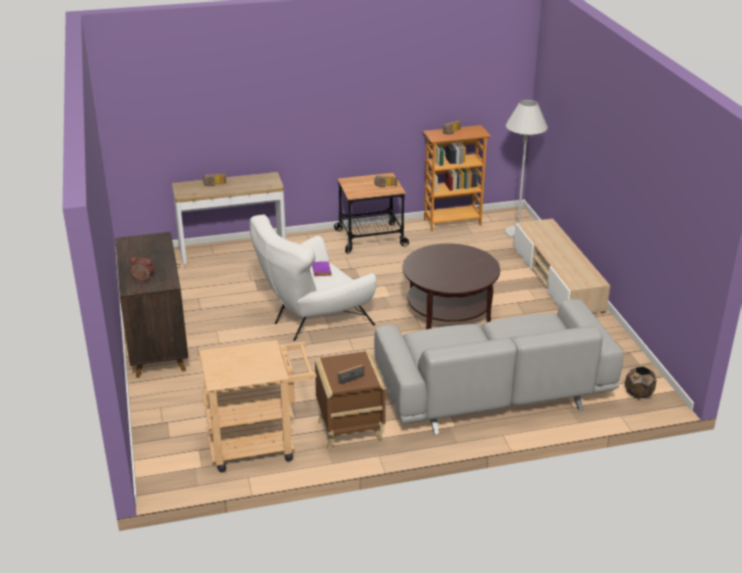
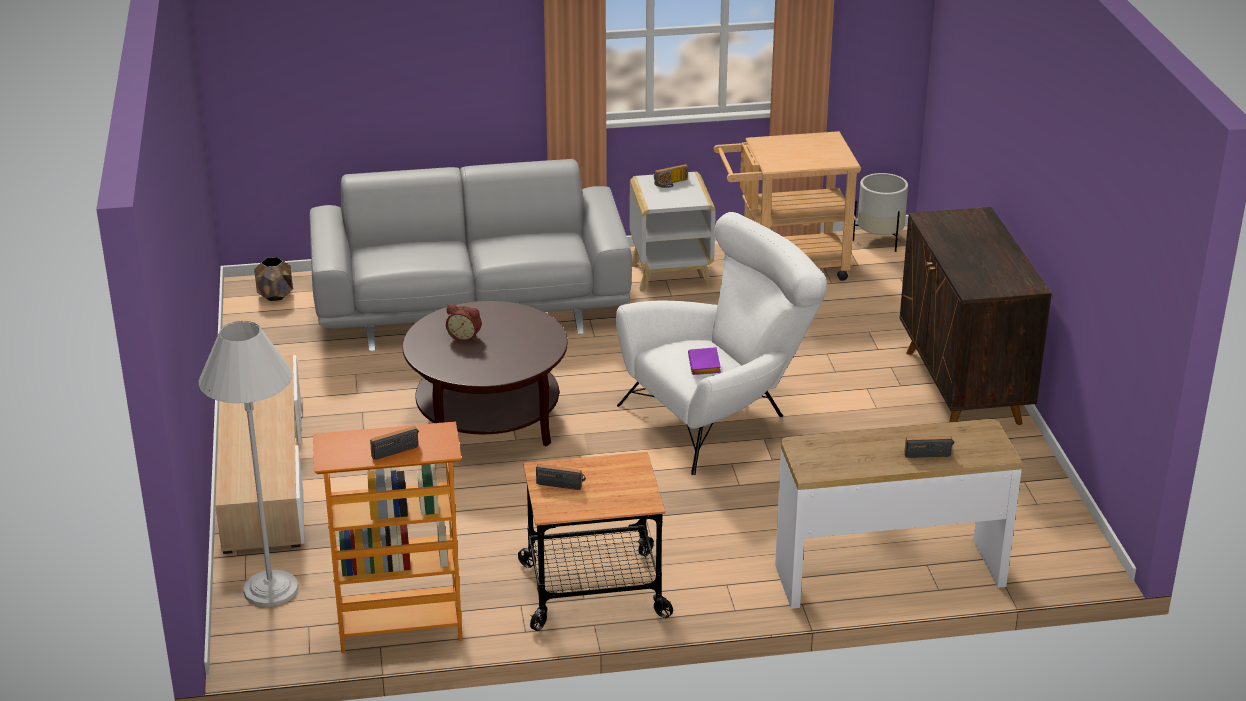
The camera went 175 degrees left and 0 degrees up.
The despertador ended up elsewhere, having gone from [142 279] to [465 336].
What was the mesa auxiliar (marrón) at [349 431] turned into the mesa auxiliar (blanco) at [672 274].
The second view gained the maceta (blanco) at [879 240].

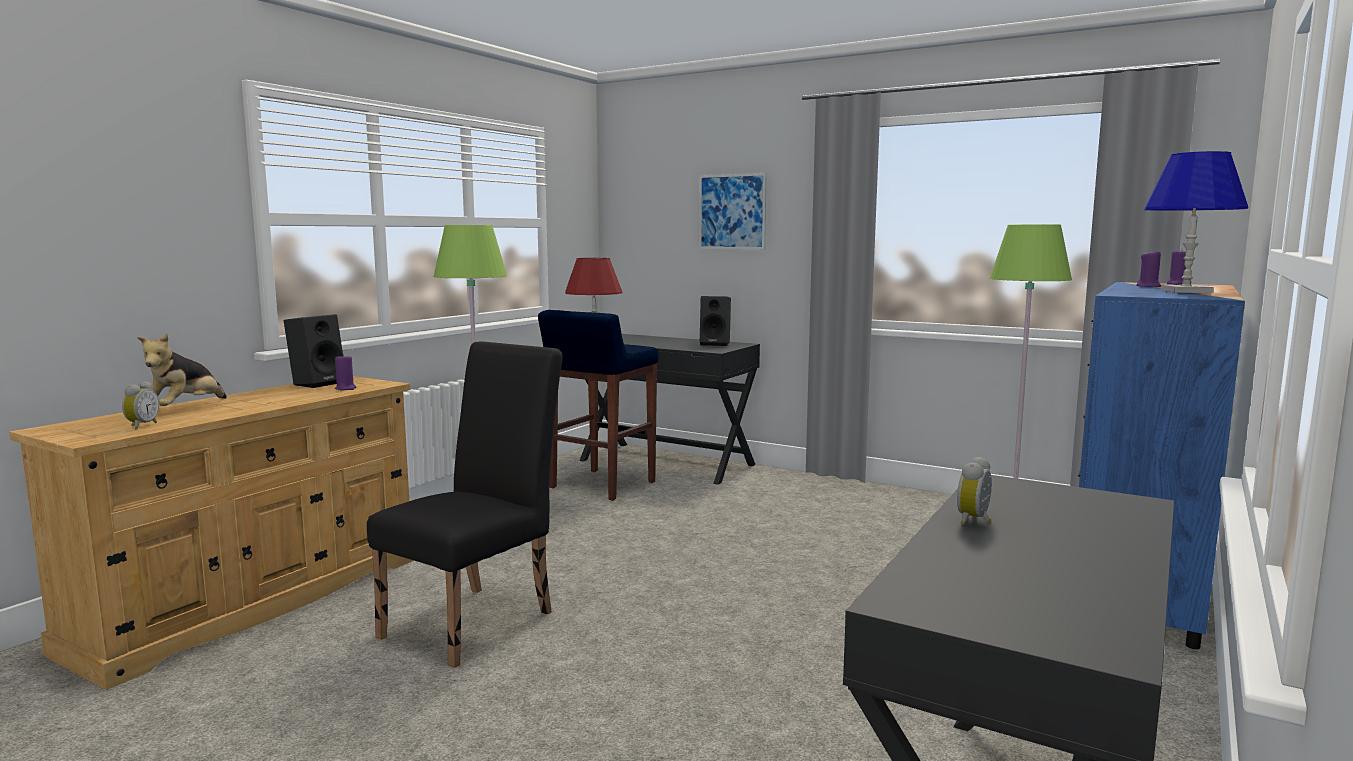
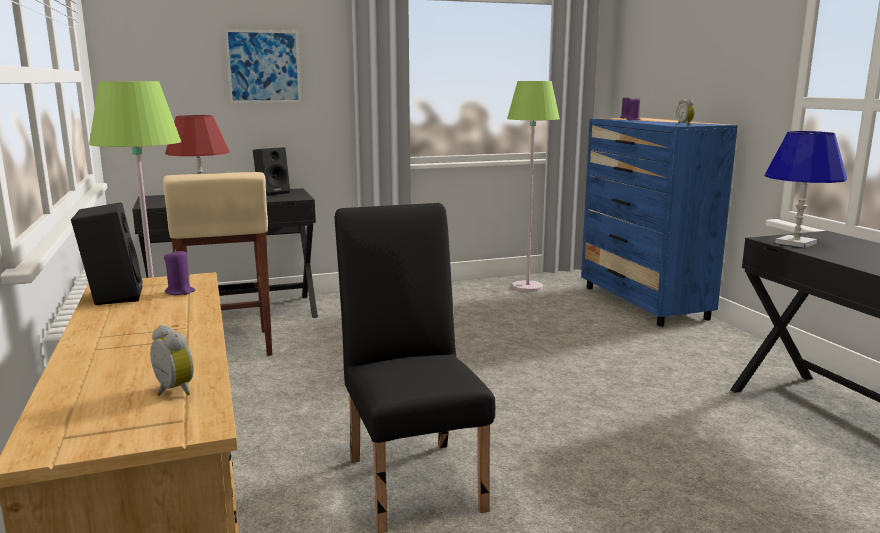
The camera went 50 degrees left and 5 degrees up.
The lámpara de mesa (azul) ended up elsewhere, having gone from [1185 291] to [795 243].
What was the taburete (azul) at [601 485] turned into the taburete (beis) at [228 348].
The second view lost the peluche at [185 408].
The despertador ended up elsewhere, having gone from [976 521] to [685 125].

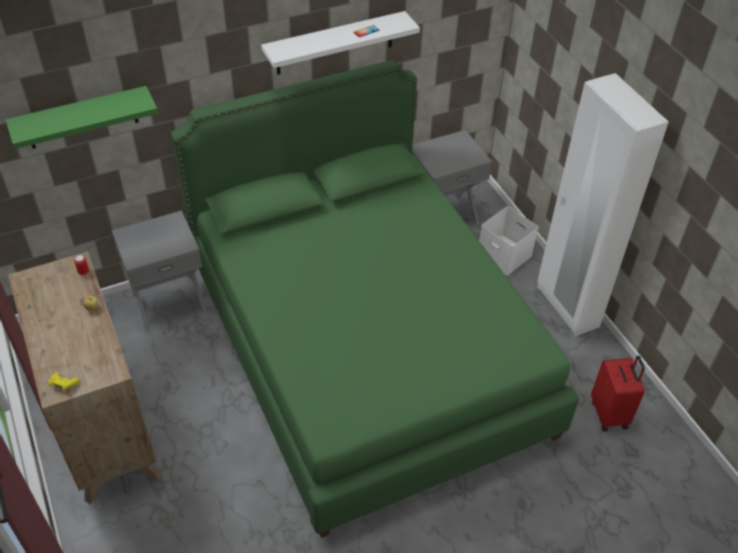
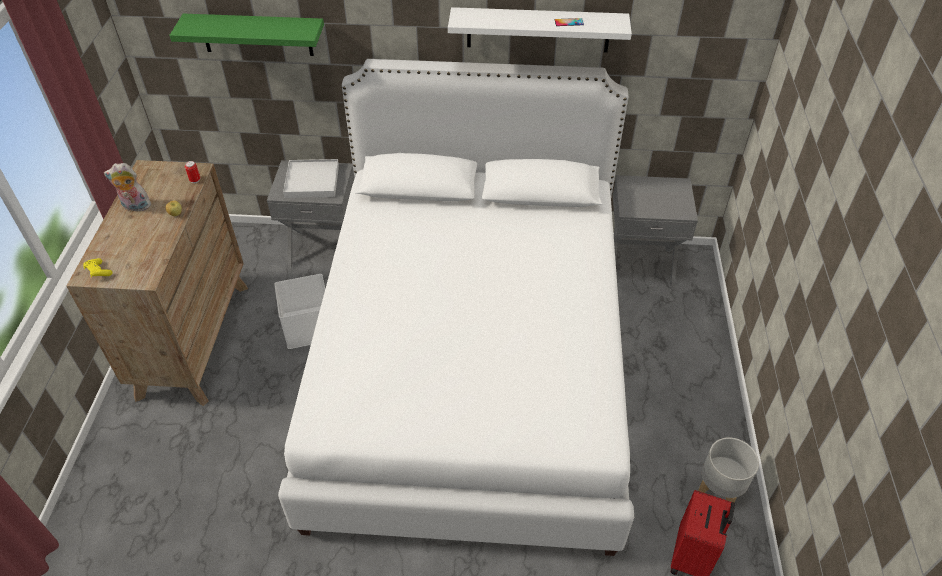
The camera went 30 degrees right and 0 degrees up.
What was the cama (verde) at [366 349] turned into the cama (blanco) at [470 368].
The second view lost the armario ropero (blanco) at [566 307].
The caja de almacenaje (blanco) ended up elsewhere, having gone from [505 254] to [309 327].
The second view gained the bandeja (blanco) at [312 181].
The second view gained the peluche at [135 207].
The second view gained the maceta (gris) at [718 490].

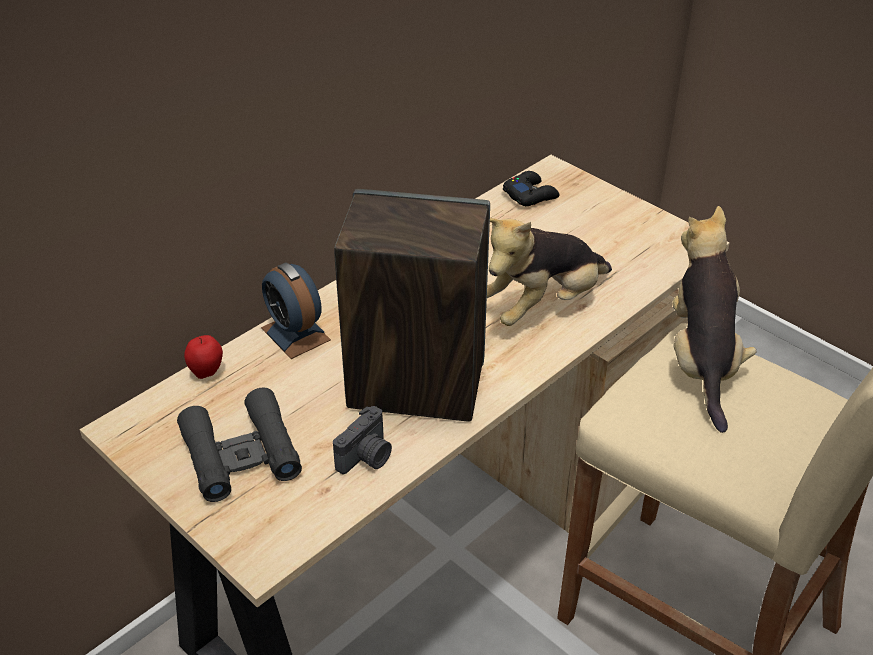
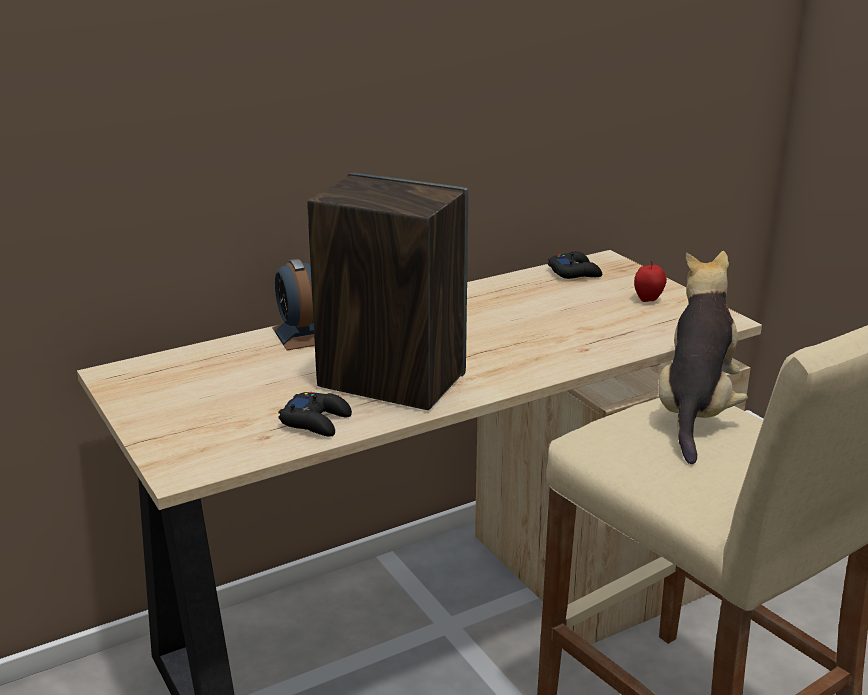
The camera went 15 degrees right and 15 degrees down.
The second view lost the peluche at [543 305].
The manzana ended up elsewhere, having gone from [207 372] to [648 299].
The second view lost the prismáticos (negro) at [241 454].
Where the cámara stood at [367 457], the mando de consola (negro) came to stand at [316 421].

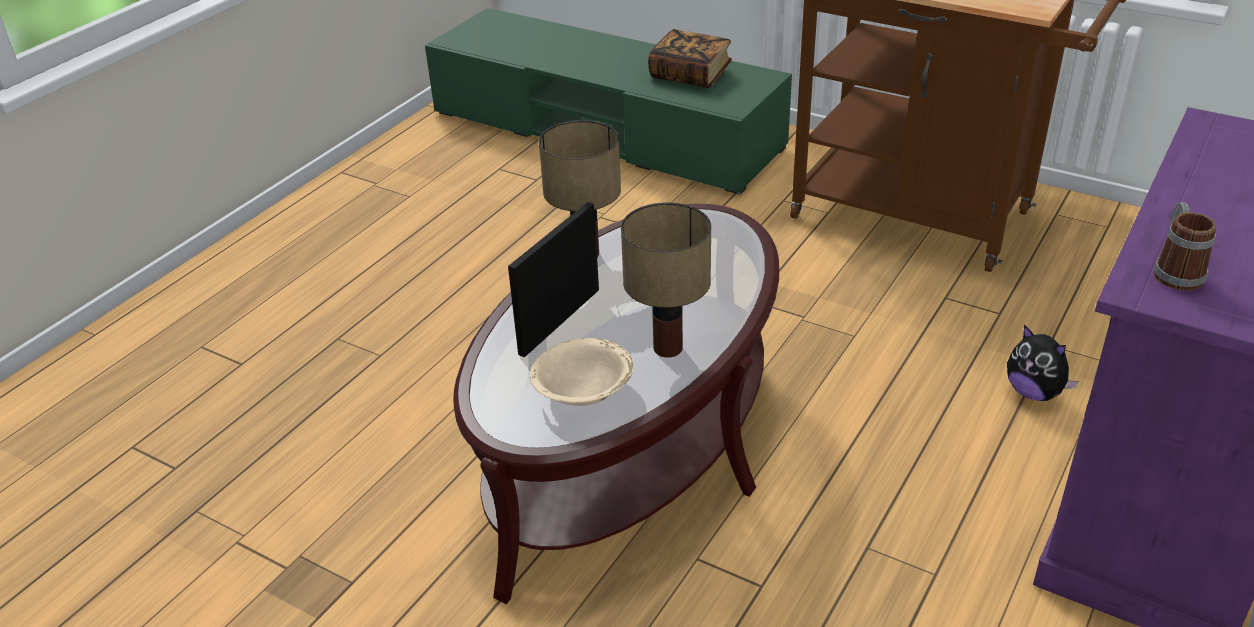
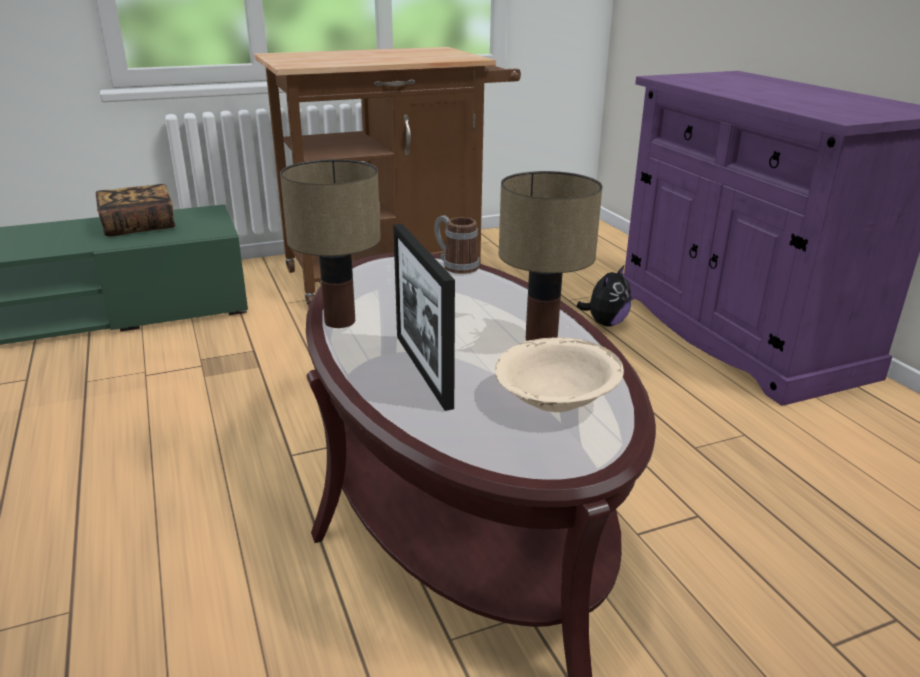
The camera went 55 degrees left and 10 degrees down.
The taza grande ended up elsewhere, having gone from [1175 271] to [455 266].
The peluche at [1034 392] ended up facing another way, 45 degrees counterclockwise from before.

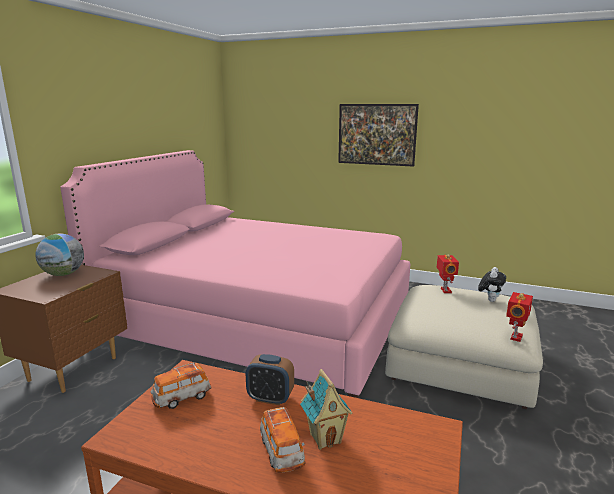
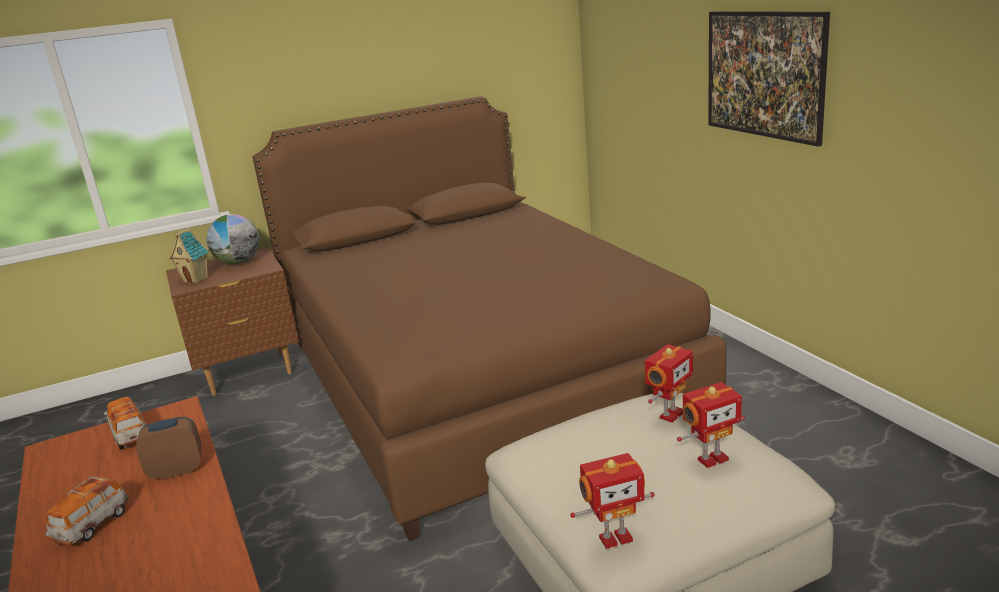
The camera went 45 degrees right and 5 degrees up.
What was the cama (rosa) at [258 323] turned into the cama (marrón) at [476 379].
Where the peluche stood at [490 300], the robot de juguete came to stand at [711 459].
The despertador at [270 398] ended up facing another way, 105 degrees clockwise from before.
The coche de juguete at [182 398] ended up facing another way, 45 degrees clockwise from before.
The casita ended up elsewhere, having gone from [325 438] to [196 279].

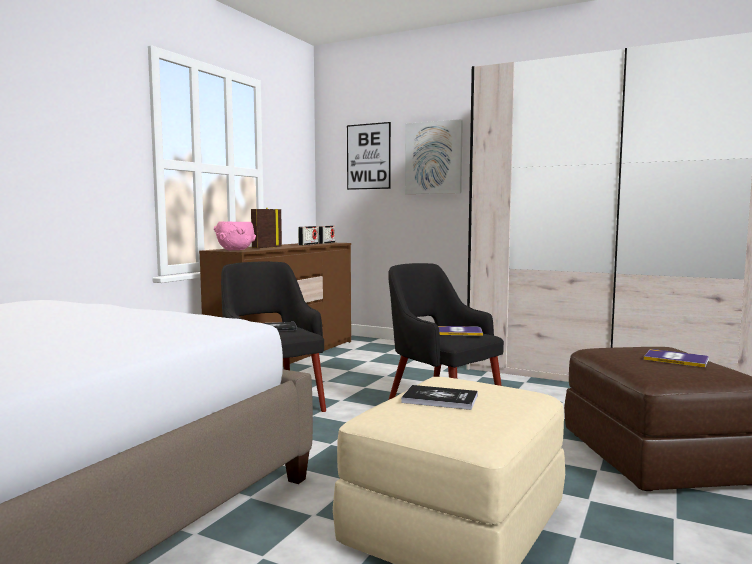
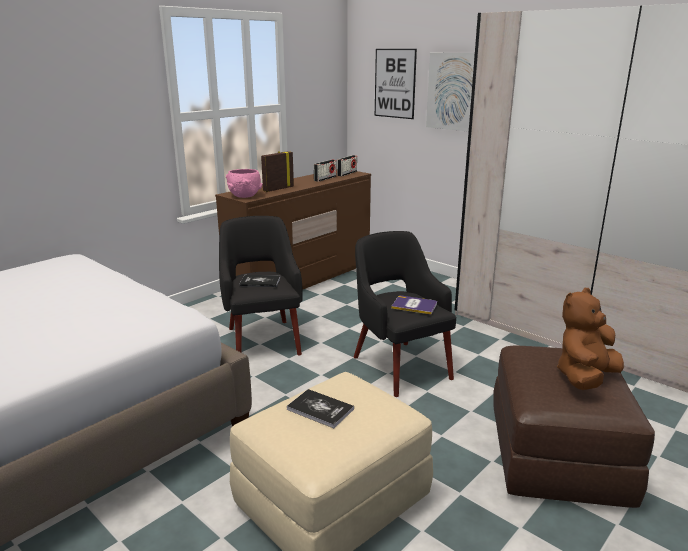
The camera went 15 degrees right and 15 degrees up.
Where the libro stood at [676 359], the peluche (marrón) came to stand at [585 378].

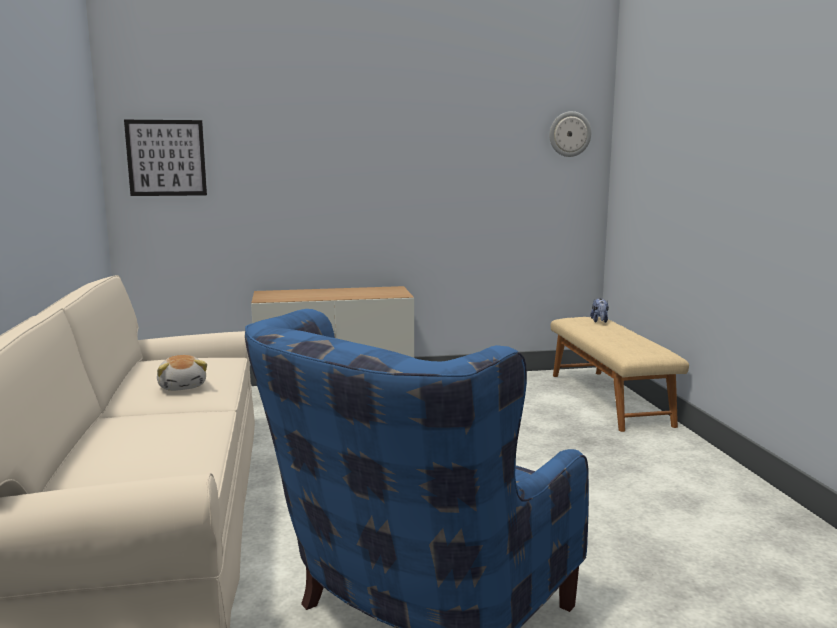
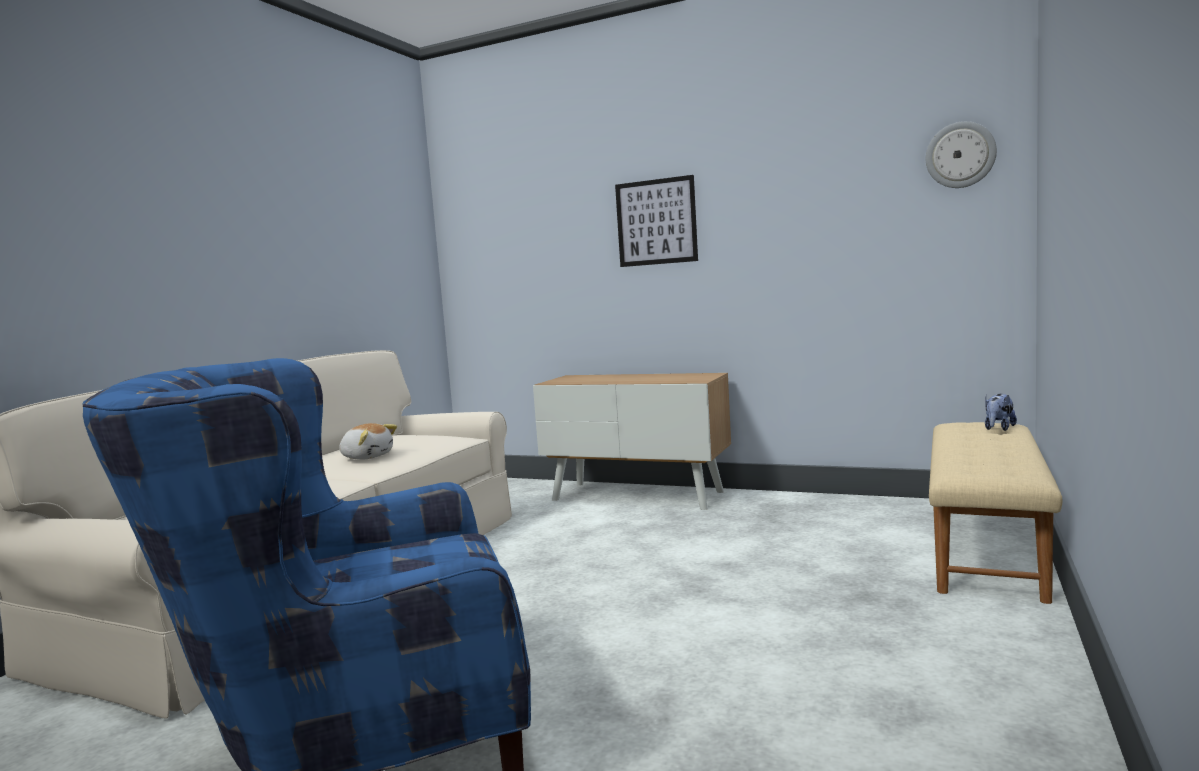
The camera went 35 degrees right and 5 degrees down.
The cuadro ended up elsewhere, having gone from [166 158] to [656 222].
The peluche at [183 386] ended up facing another way, 75 degrees counterclockwise from before.

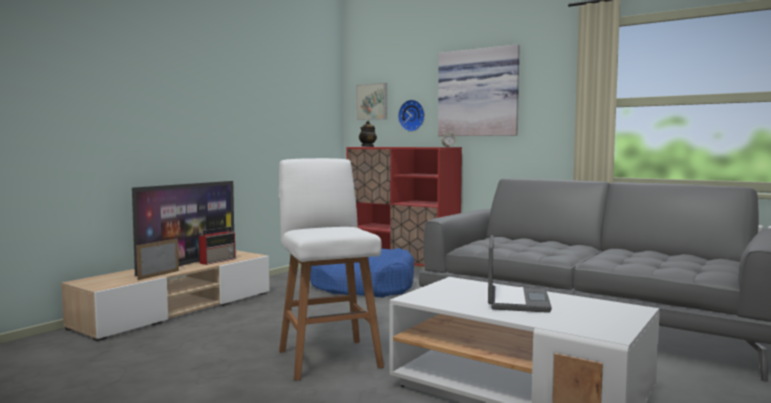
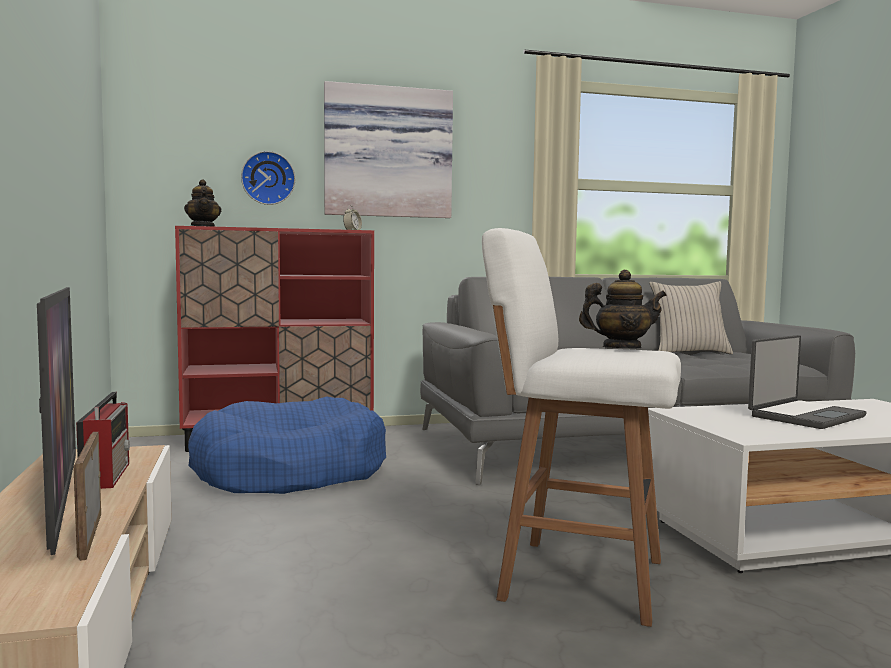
The camera went 50 degrees left and 0 degrees up.
The second view lost the cuadro at [372 102].
The portátil at [516 300] ended up facing another way, 90 degrees clockwise from before.
The second view gained the tetera at [621 348].
The second view gained the cojín (beis) at [689 353].

